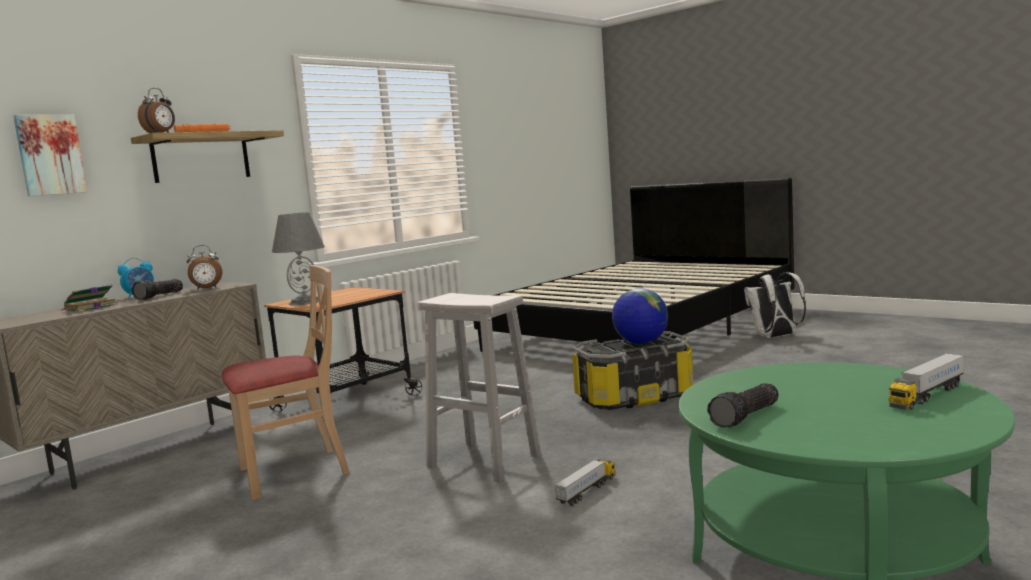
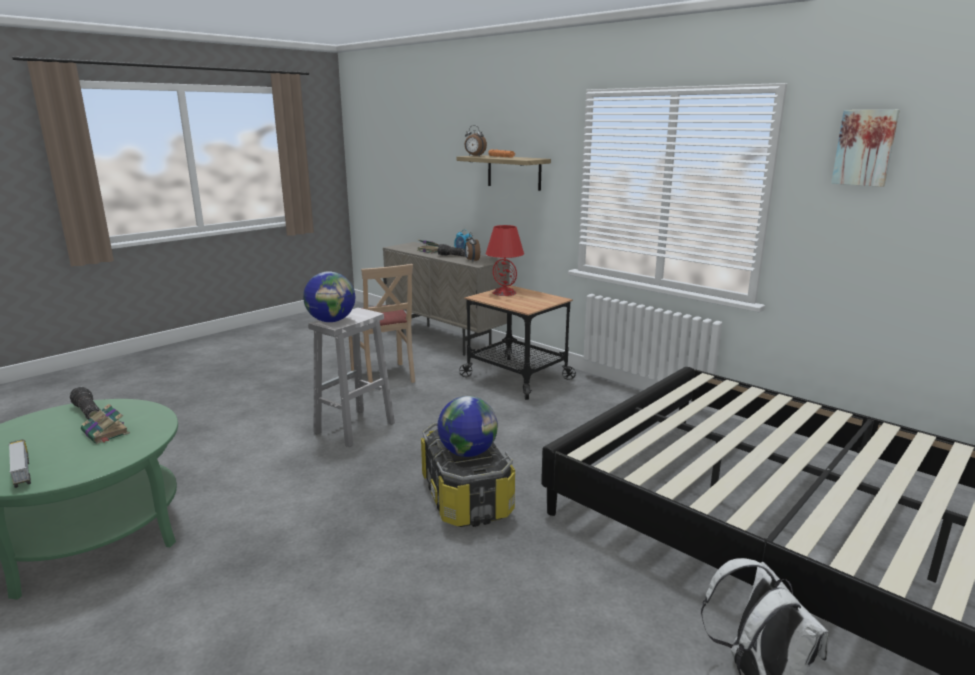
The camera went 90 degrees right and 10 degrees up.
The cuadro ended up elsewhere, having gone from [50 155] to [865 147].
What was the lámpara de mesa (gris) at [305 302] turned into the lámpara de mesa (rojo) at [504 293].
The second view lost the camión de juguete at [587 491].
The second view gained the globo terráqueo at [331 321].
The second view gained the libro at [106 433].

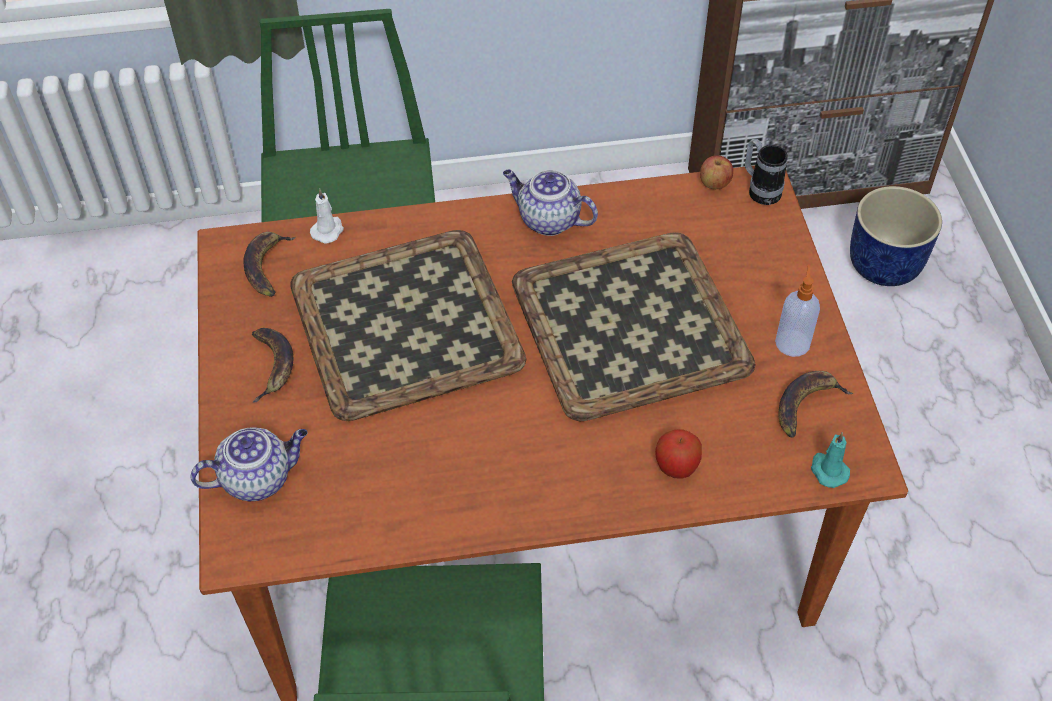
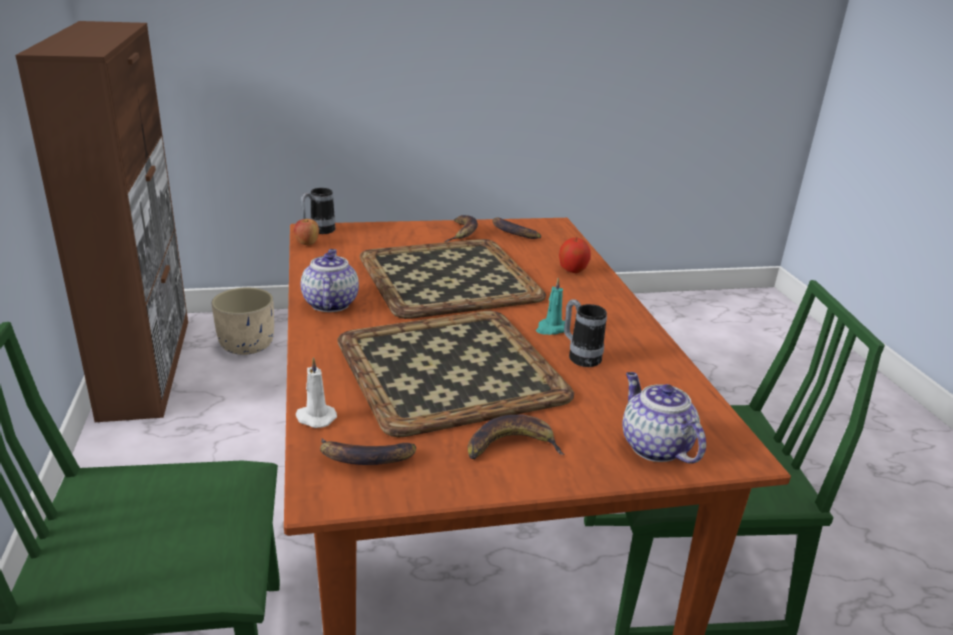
The camera went 95 degrees left and 25 degrees down.
The tetera at [547 220] ended up facing another way, 150 degrees clockwise from before.
What was the maceta (azul) at [885 264] turned into the maceta (beis) at [247 344].
Where the dispensador de jabón stood at [792 342], the plátano came to stand at [462 233].
The vela (turquesa) ended up elsewhere, having gone from [828 470] to [551 329].
The second view gained the taza grande at [580 356].

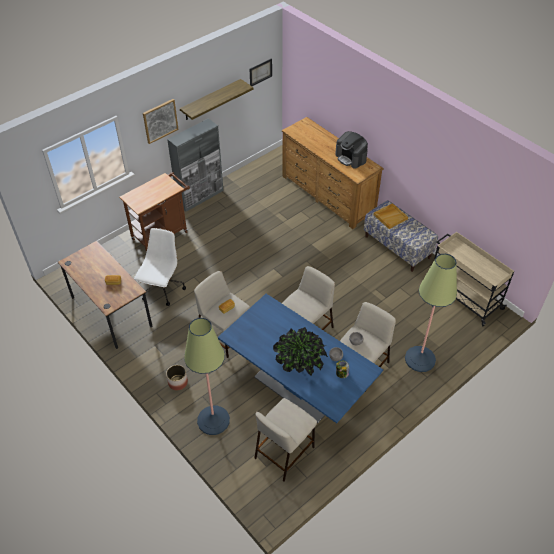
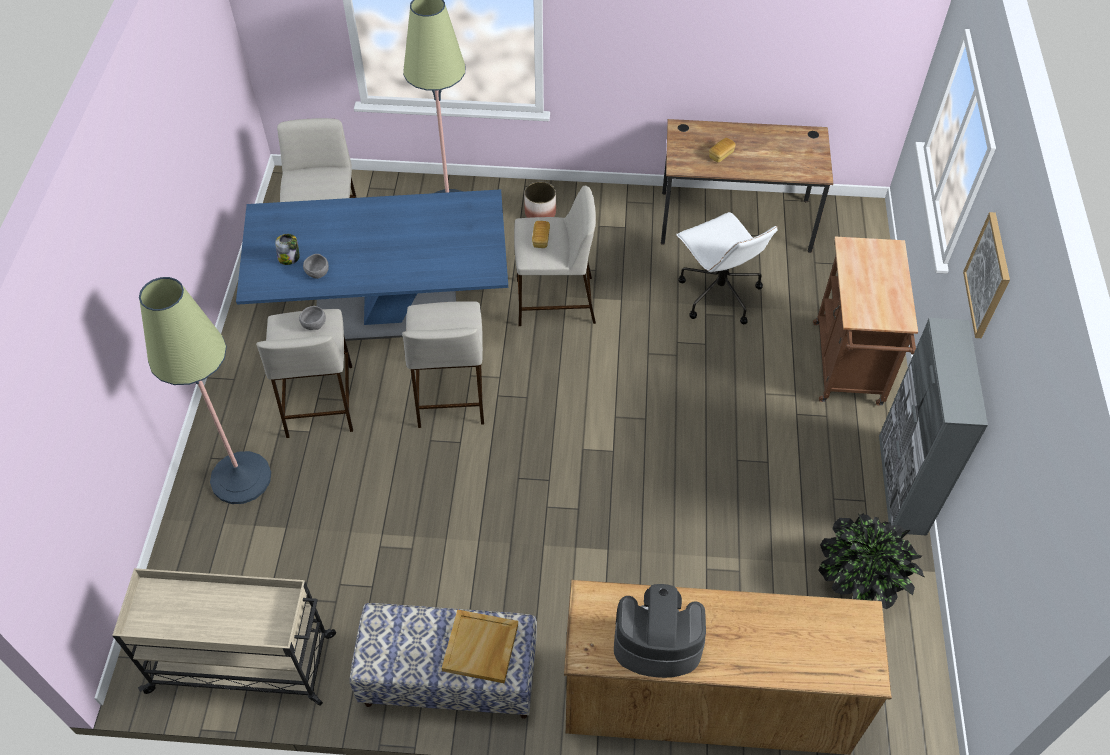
The camera went 135 degrees right and 5 degrees up.
The second view lost the cuadro at [260 72].
The second view lost the estante at [211 100].
The planta en maceta ended up elsewhere, having gone from [300 365] to [861 582].

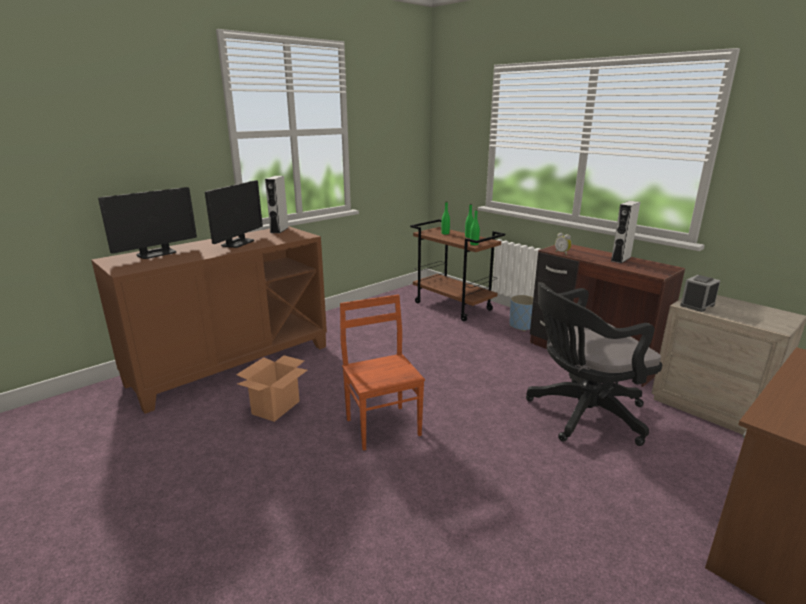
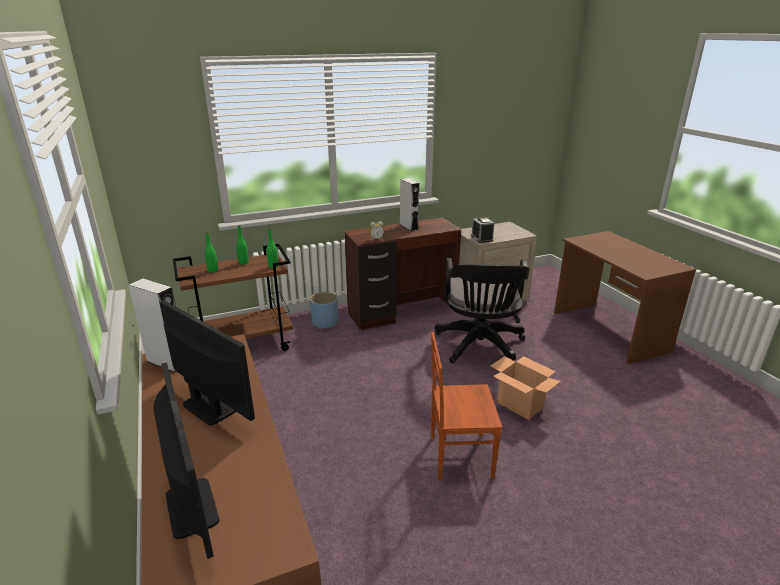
The camera went 70 degrees left and 5 degrees up.
The caja de cartón ended up elsewhere, having gone from [276 407] to [519 405].

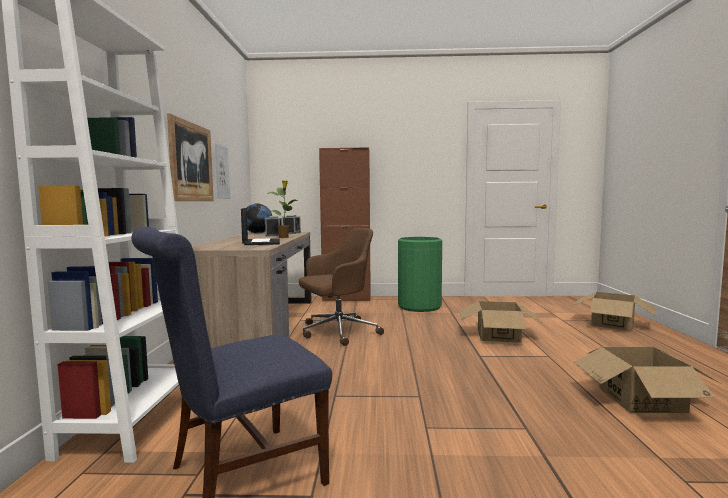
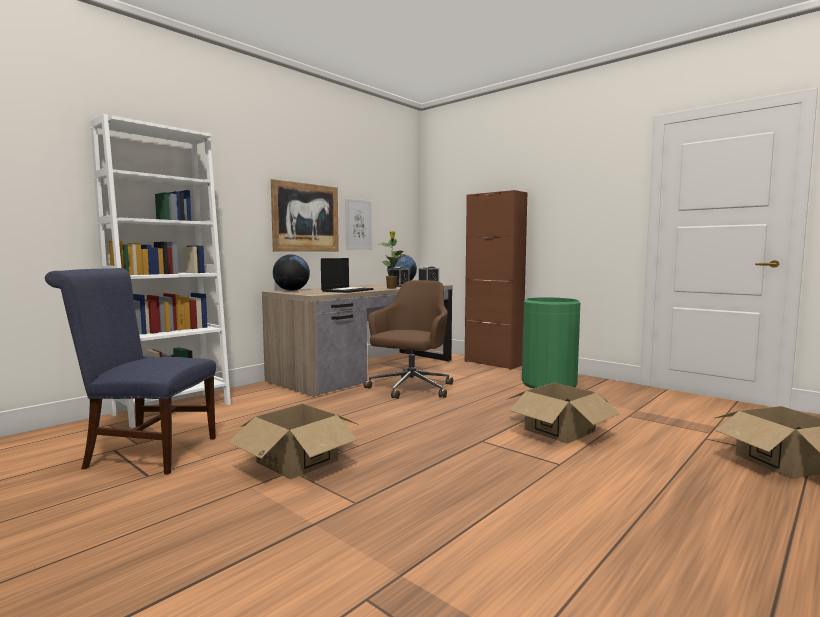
The camera went 40 degrees right and 0 degrees up.
The silla de oficina (marrón) at [337 332] ended up facing another way, 75 degrees counterclockwise from before.
The caja de cartón ended up elsewhere, having gone from [641 399] to [297 461].
The second view gained the globo terráqueo at [291 290].

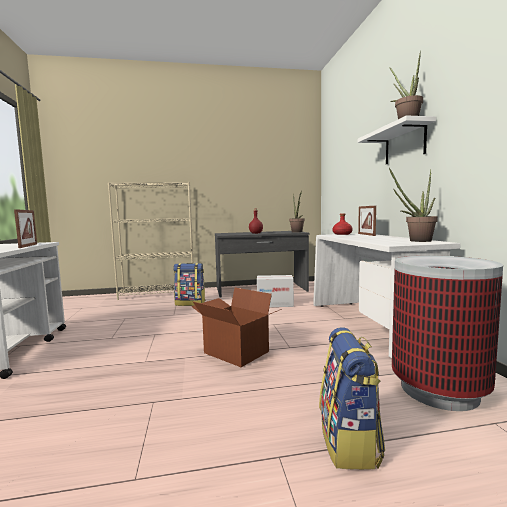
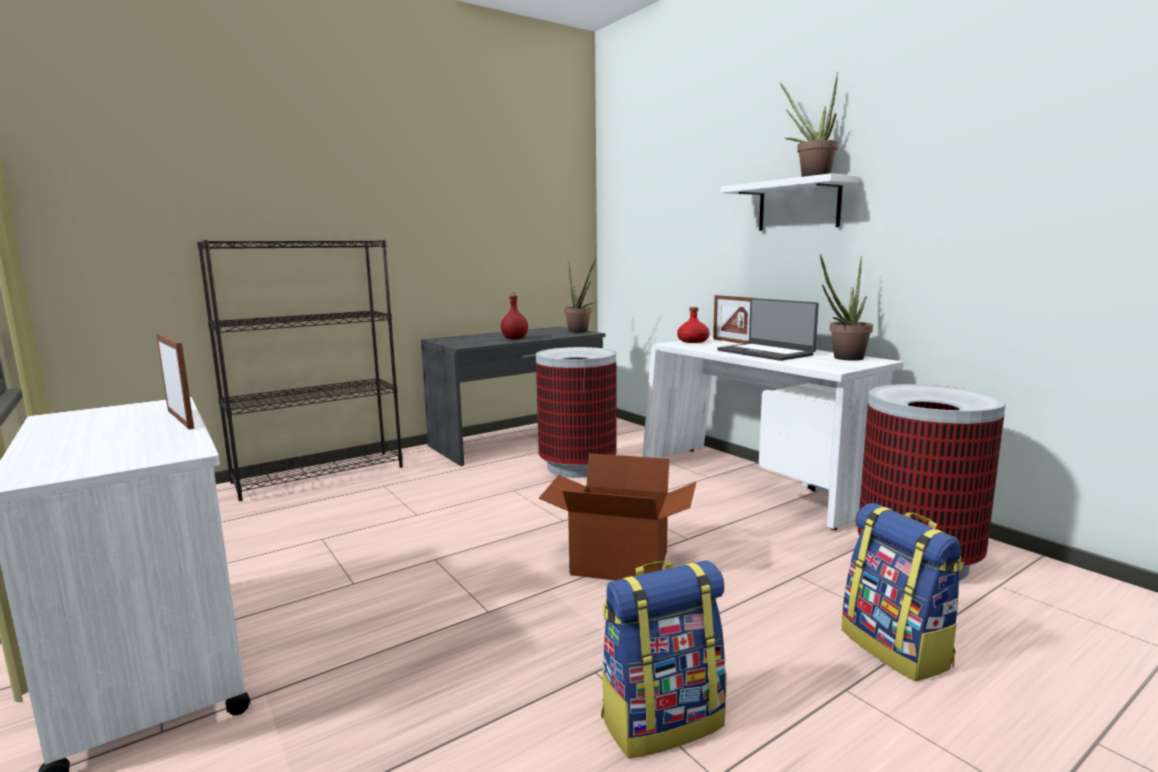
The camera went 25 degrees left and 5 degrees up.
What was the estantería (beis) at [158 294] turned into the estantería (negro) at [320 474].
The mochila ended up elsewhere, having gone from [190 303] to [662 720].
Where the caja de cartón stood at [275 304], the papelera came to stand at [577 467].
The second view gained the portátil at [765 352].

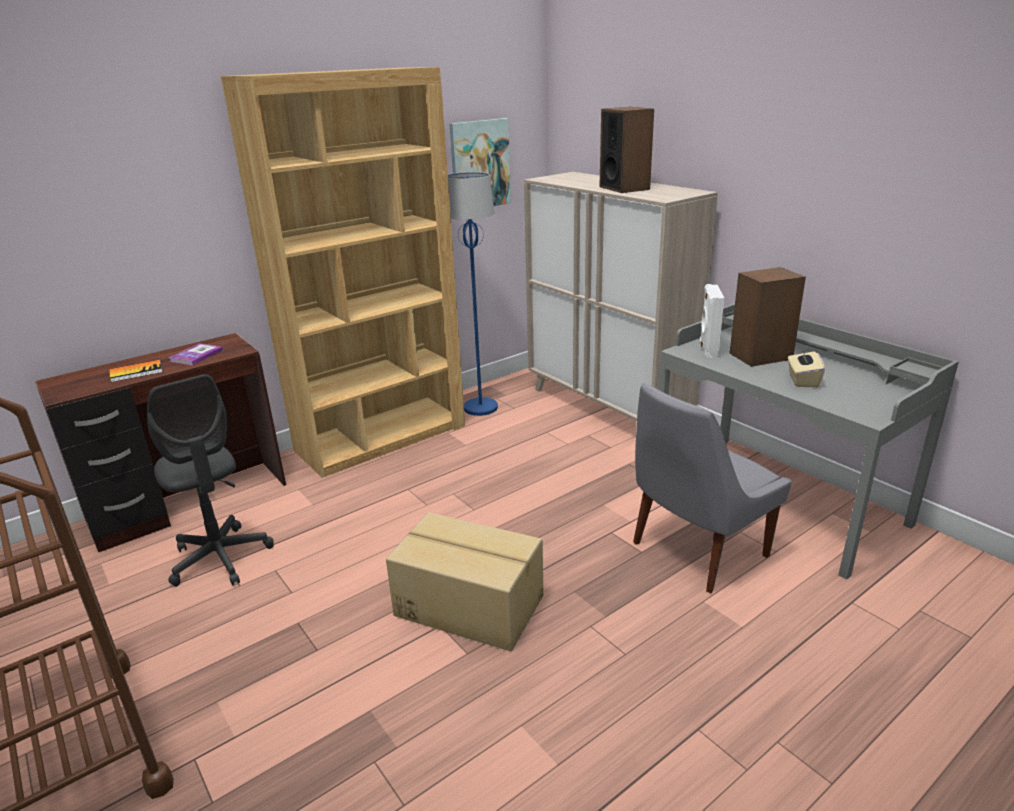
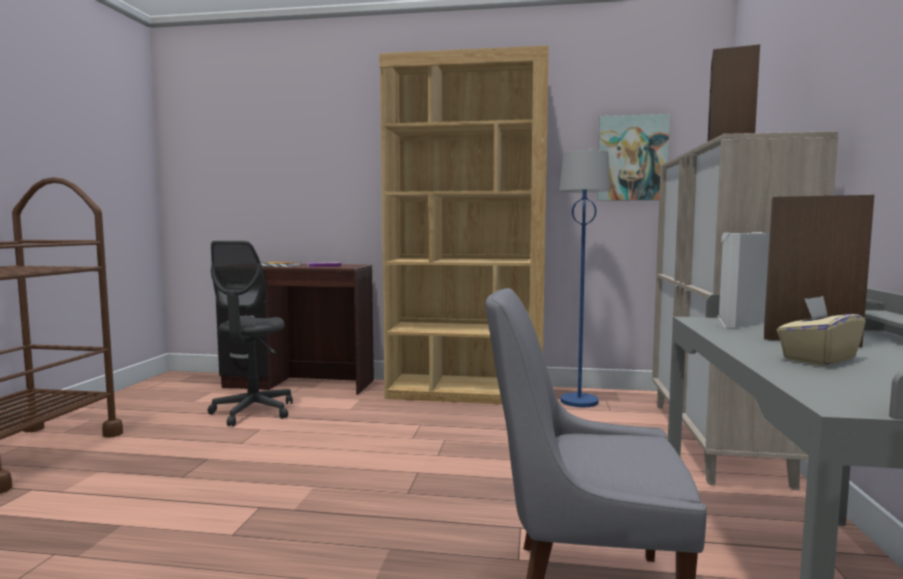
The camera went 45 degrees right and 20 degrees down.
The second view lost the caja de cartón at [469 604].

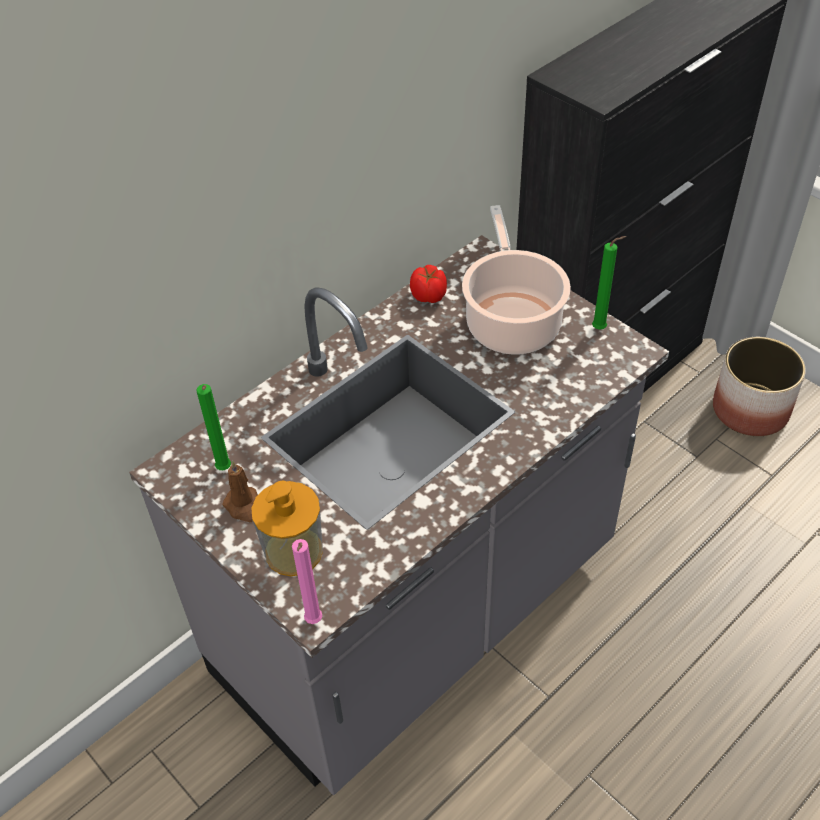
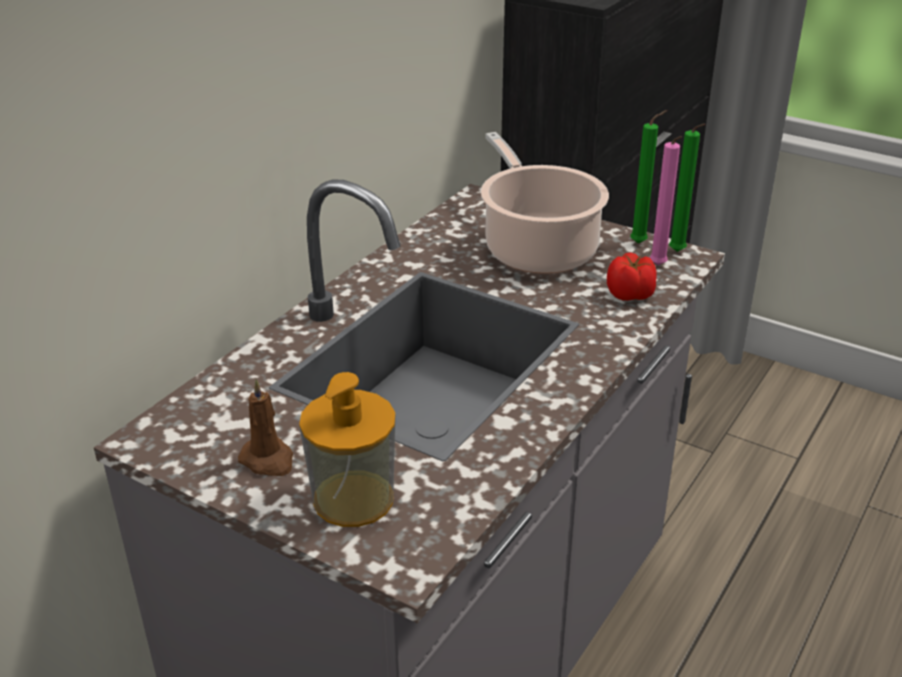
The camera went 15 degrees left and 15 degrees down.
The tomate ended up elsewhere, having gone from [429 296] to [631 295].
The second view lost the maceta at [749 409].
The vela (verde) ended up elsewhere, having gone from [224 470] to [678 253].
The vela (rosa) ended up elsewhere, having gone from [313 622] to [658 267].

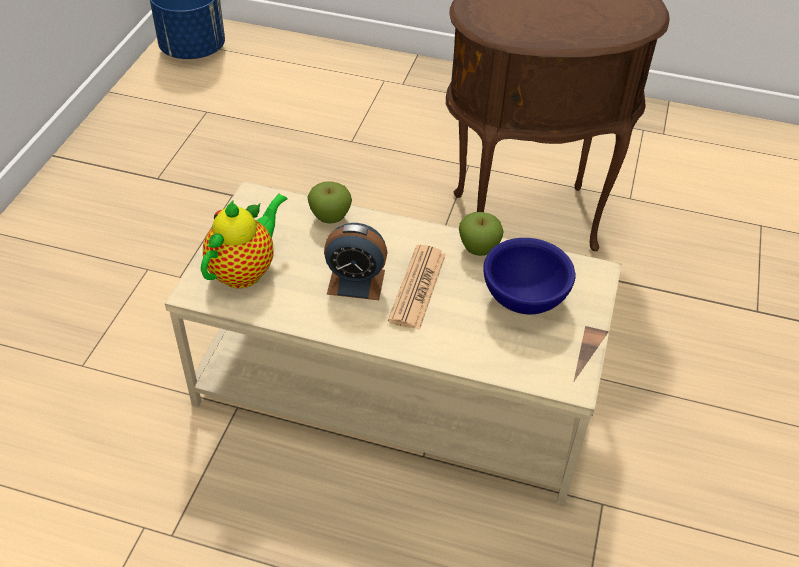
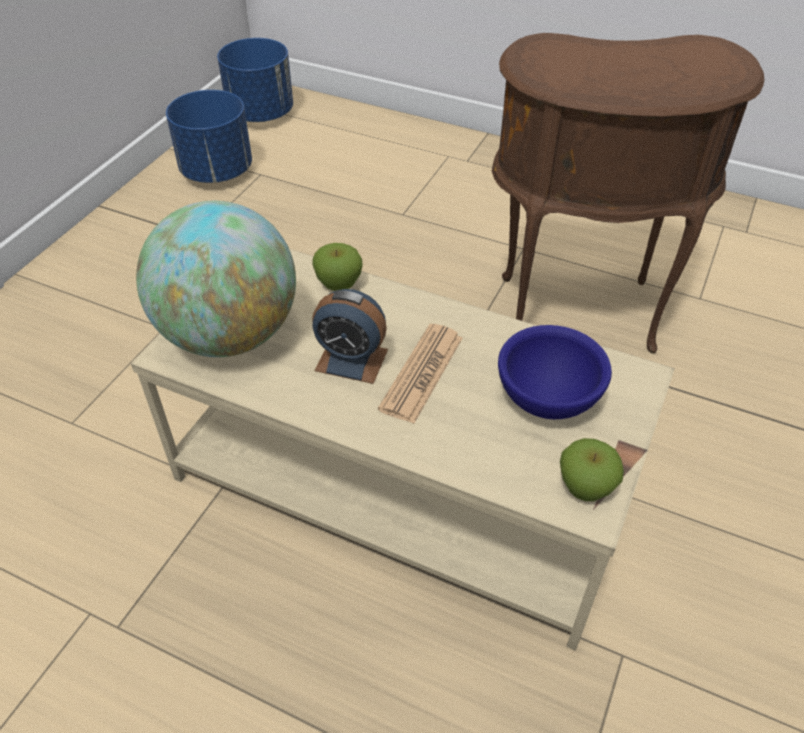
The camera went 10 degrees right and 0 degrees up.
Where the tetera stood at [245 270], the globo terráqueo came to stand at [229 335].
The manzana ended up elsewhere, having gone from [478 249] to [585 488].
The second view gained the maceta (azul) at [216 172].

